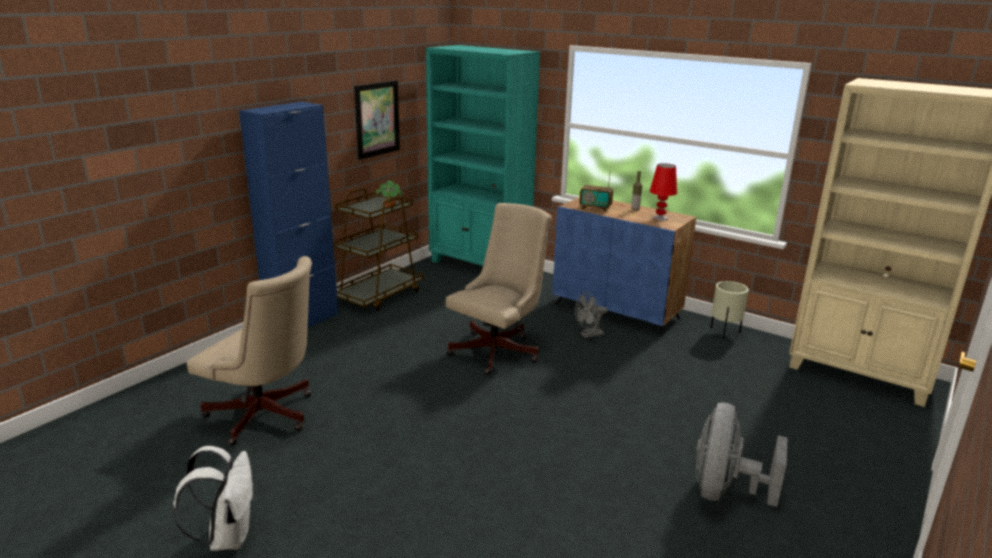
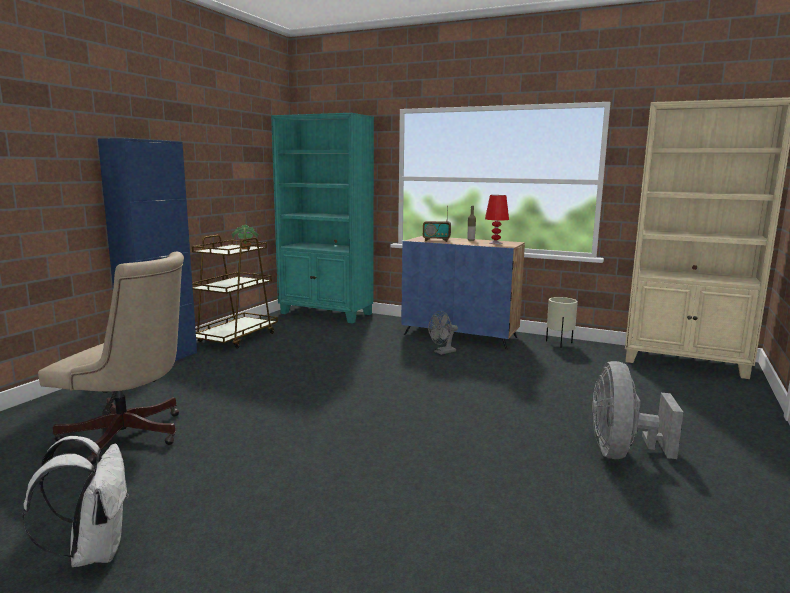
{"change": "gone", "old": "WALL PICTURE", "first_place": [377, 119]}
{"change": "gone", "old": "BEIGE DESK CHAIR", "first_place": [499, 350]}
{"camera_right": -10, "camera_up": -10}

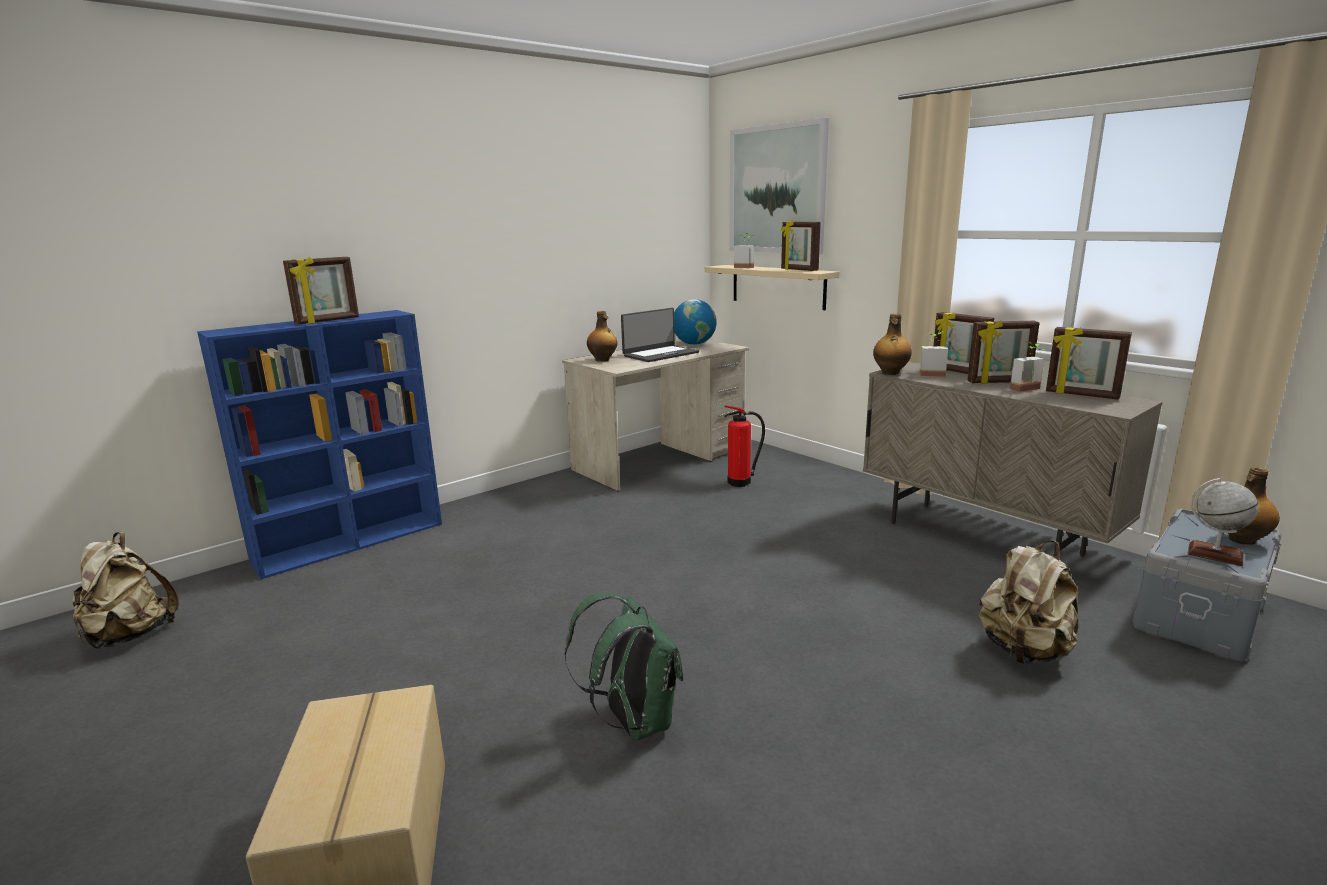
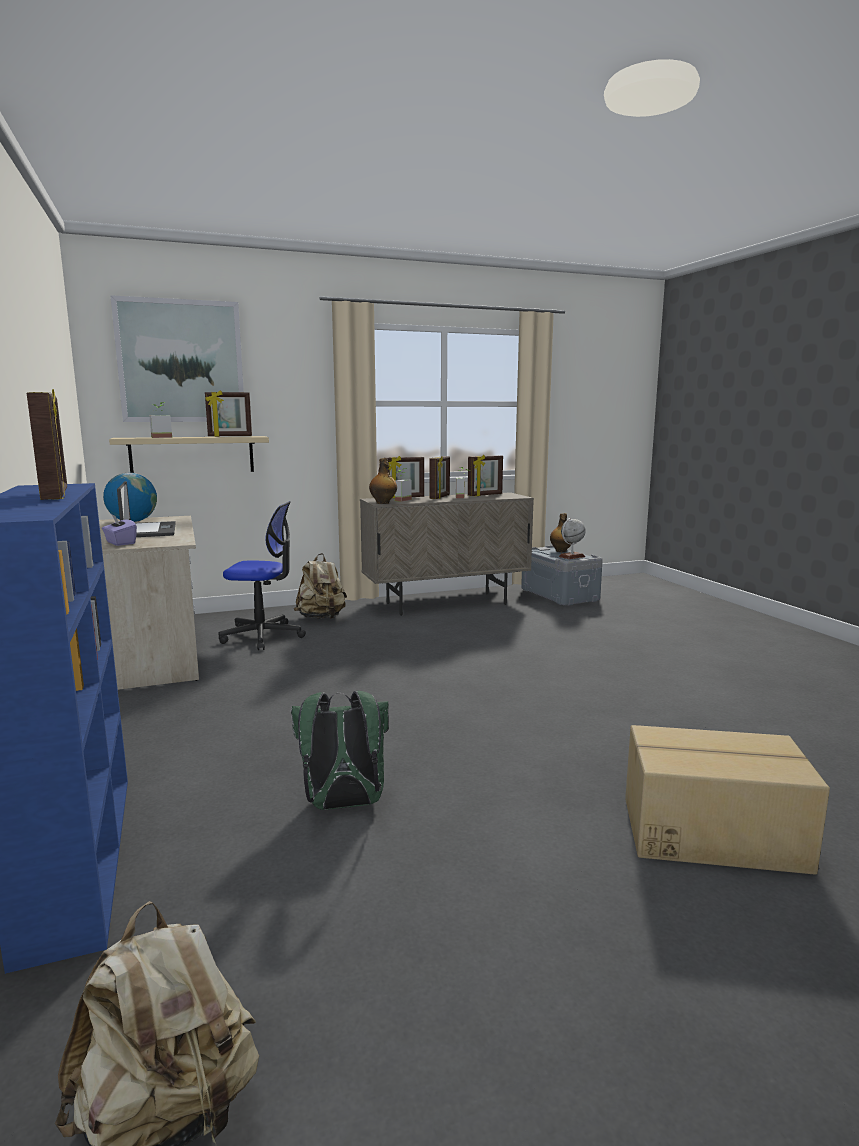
{"change": "swapped", "old": "DRINK BOTTLE", "new": "PURPLE TISSUE BOX", "first_place": [603, 360], "second_place": [120, 543]}
{"change": "swapped", "old": "FIRE-FIGHTING CYLINDER", "new": "DESK CHAIR", "first_place": [741, 482], "second_place": [263, 636]}
{"change": "shifted", "old": "GREEN RUCKSACK", "first_place": [633, 721], "second_place": [343, 804]}
{"change": "shifted", "old": "BEIGE RUCKSACK", "first_place": [1024, 651], "second_place": [322, 618]}
{"camera_right": -70, "camera_up": -5}

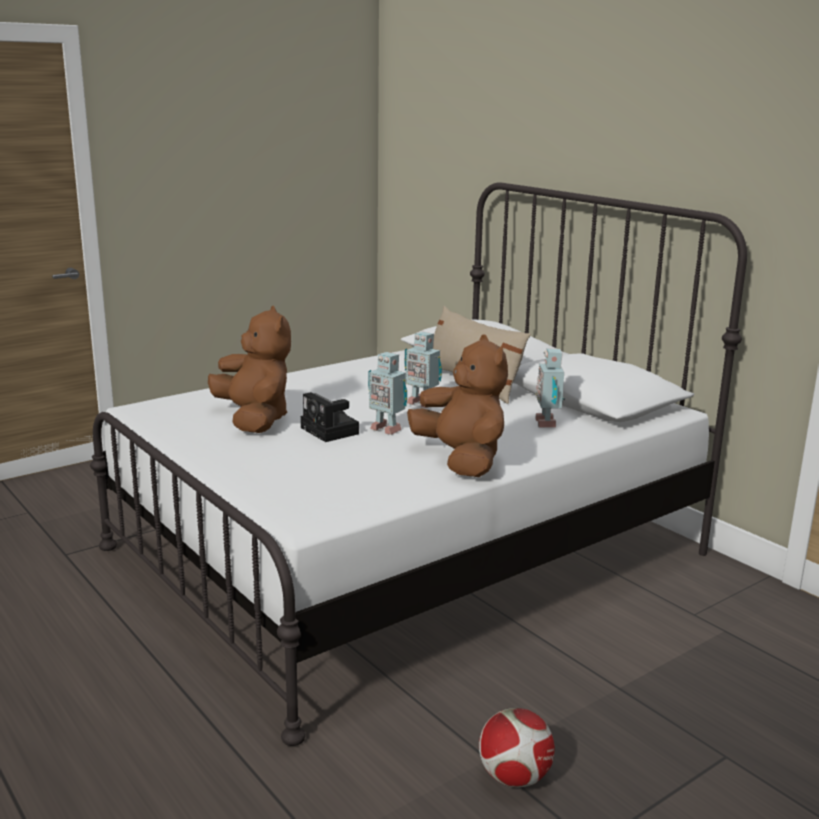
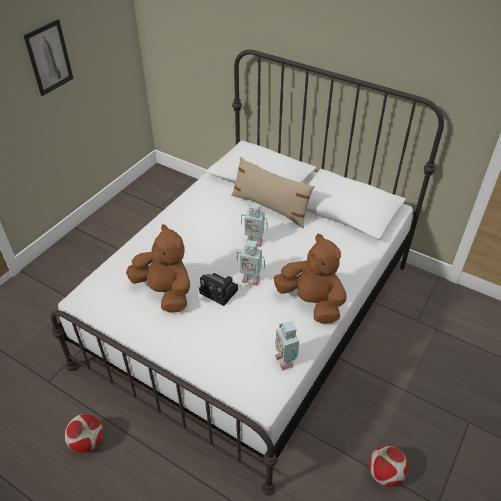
{"change": "new", "new": "WALL PICTURE", "second_place": [49, 58]}
{"change": "new", "new": "FOOTBALL BALL", "second_place": [87, 441]}
{"change": "shifted", "old": "MODEL ROBOT", "first_place": [548, 423], "second_place": [285, 360]}
{"camera_right": -20, "camera_up": 25}

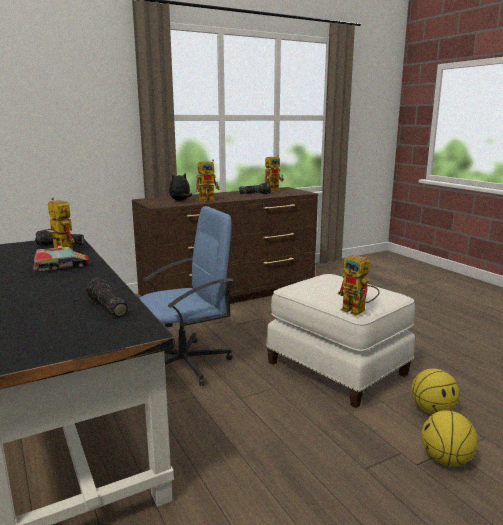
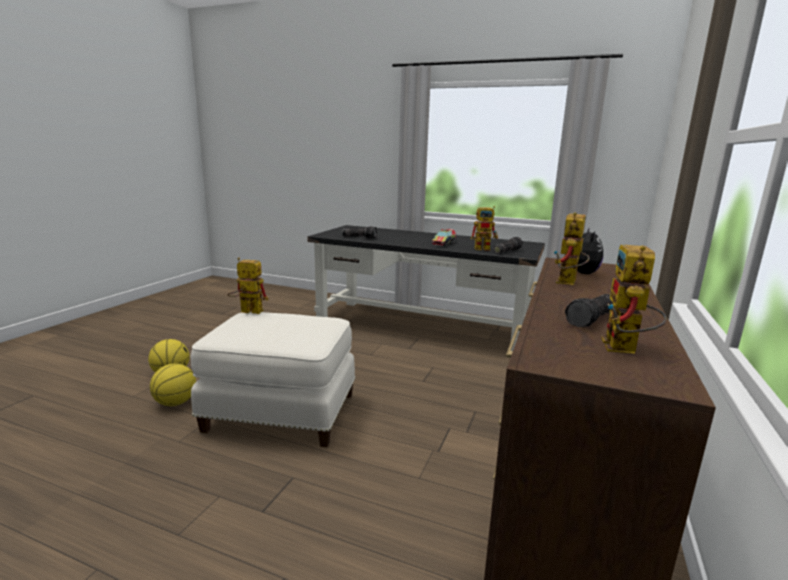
{"change": "gone", "old": "BLUISH DESK CHAIR", "first_place": [185, 363]}
{"camera_right": 140, "camera_up": 0}

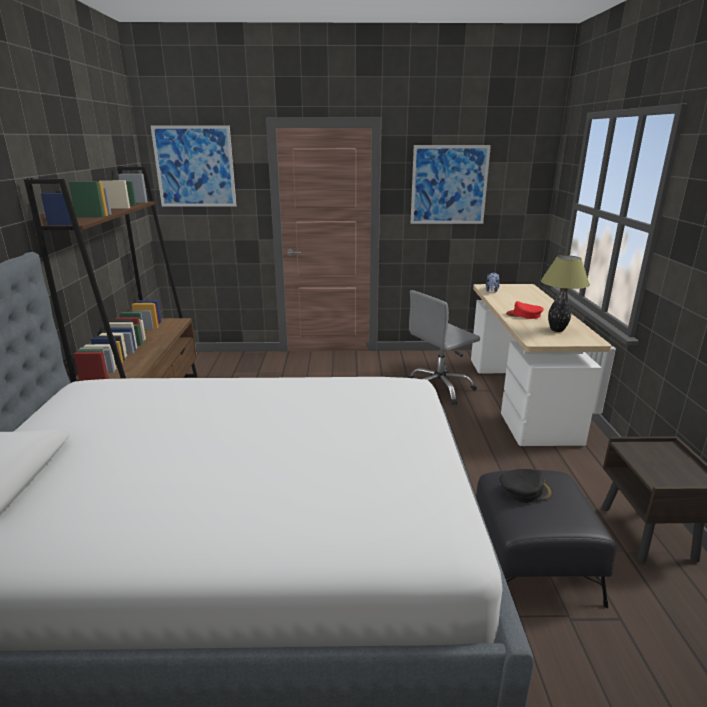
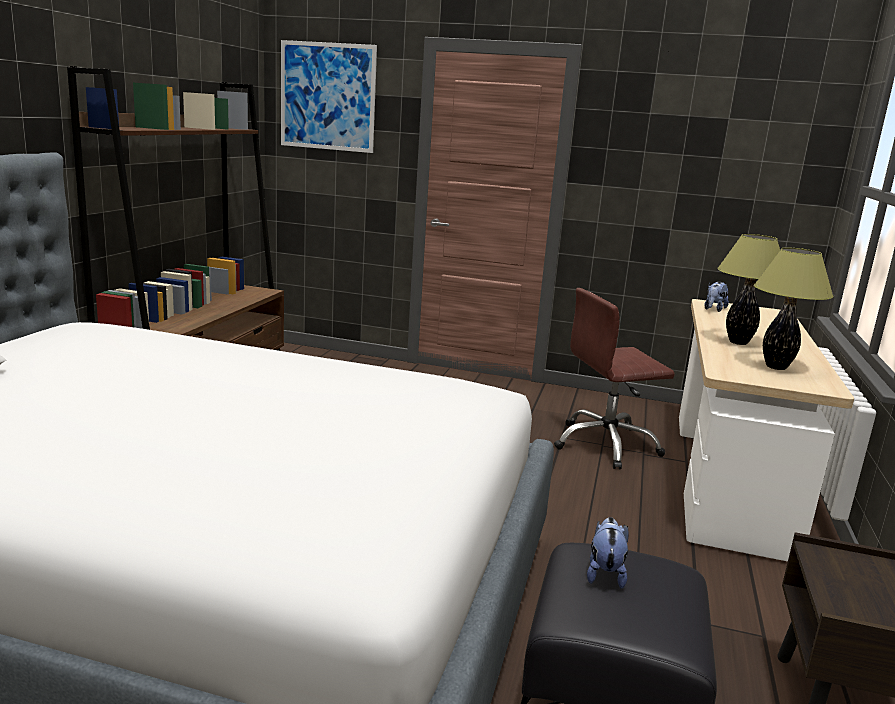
{"change": "repainted", "old": "GRAY DESK CHAIR", "new": "BROWN DESK CHAIR", "first_place": [439, 389], "second_place": [606, 445]}
{"change": "swapped", "old": "BLACK PEAKED CAP", "new": "CUDDLY TOY", "first_place": [525, 490], "second_place": [605, 573]}
{"change": "swapped", "old": "REDDISH PEAKED CAP", "new": "LAMP FOR A TABLE", "first_place": [524, 315], "second_place": [738, 342]}
{"change": "gone", "old": "WALL PICTURE", "first_place": [449, 185]}
{"camera_right": 15, "camera_up": -5}

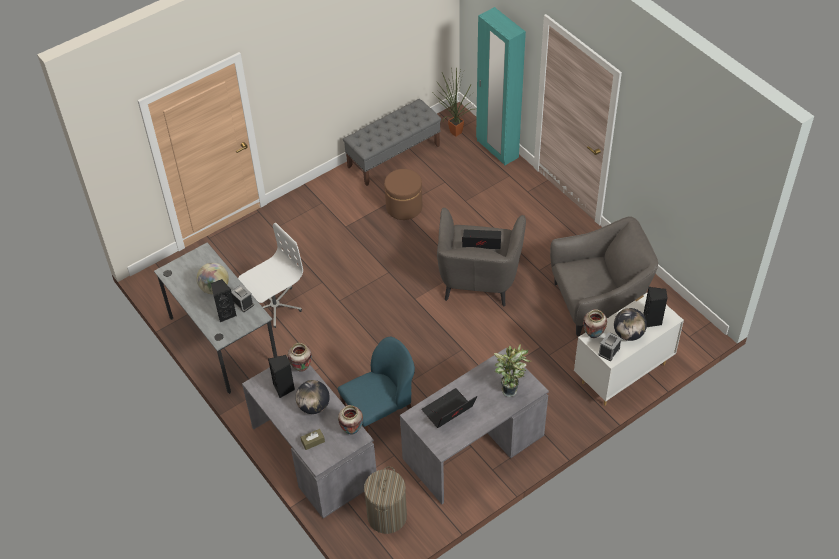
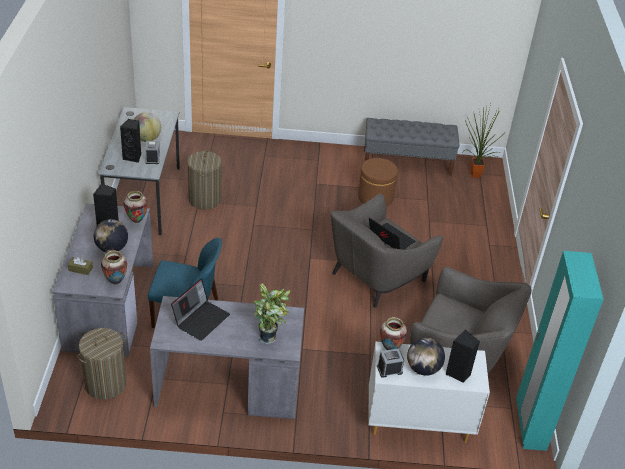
{"change": "rotated", "old": "NOTEBOOK COMPUTER", "first_place": [448, 412], "second_place": [201, 319], "degrees": 120}
{"change": "swapped", "old": "WHITISH DESK CHAIR", "new": "HAMPER", "first_place": [274, 306], "second_place": [205, 199]}
{"change": "shifted", "old": "TURQUOISE-COLOURED WARDROBE", "first_place": [497, 149], "second_place": [530, 425]}
{"camera_right": 35, "camera_up": -10}

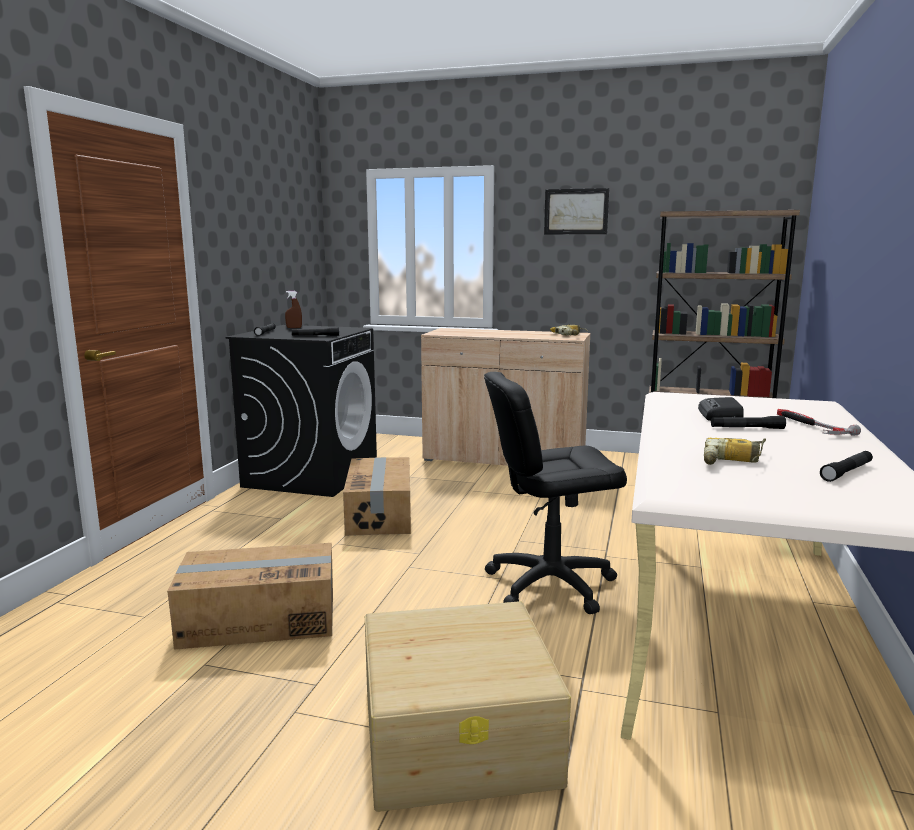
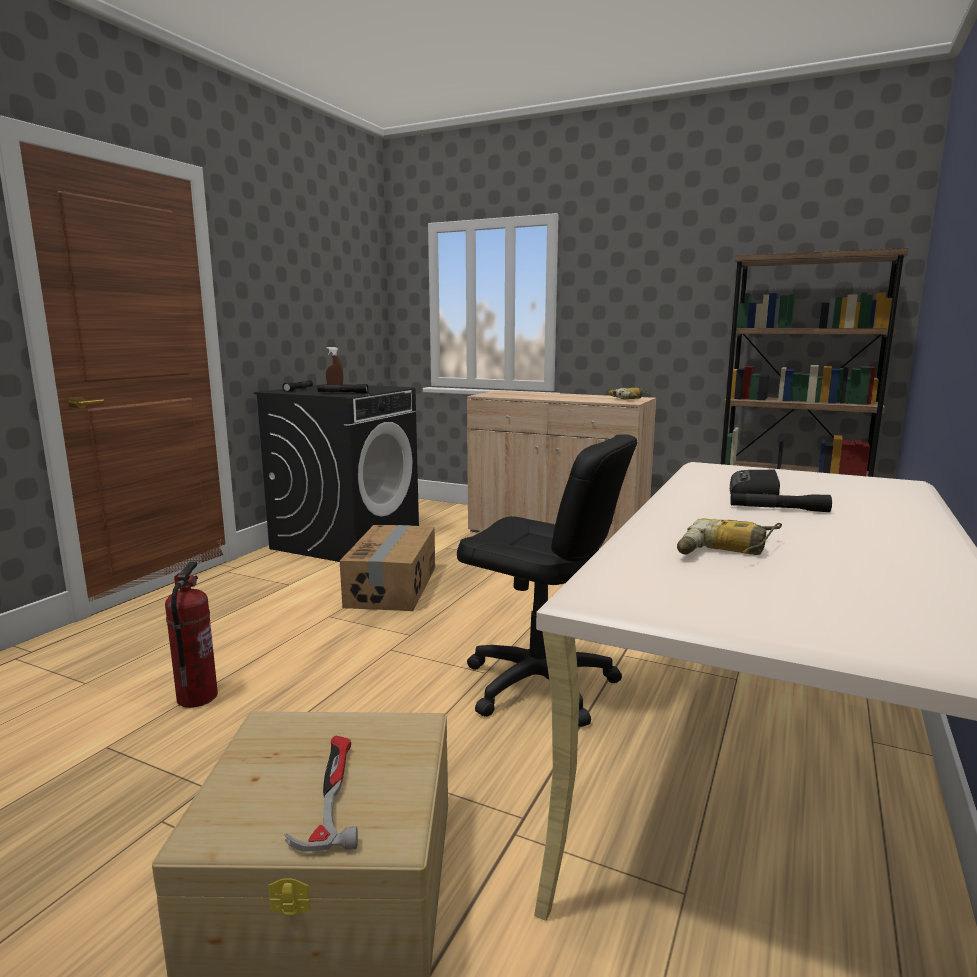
{"change": "swapped", "old": "PACKING BOX", "new": "FIRE-FIGHTING CYLINDER", "first_place": [259, 619], "second_place": [196, 697]}
{"change": "shifted", "old": "HAND HAMMER", "first_place": [809, 426], "second_place": [329, 795]}
{"change": "rotated", "old": "BLACK DESK CHAIR", "first_place": [550, 584], "second_place": [540, 685], "degrees": -150}
{"change": "gone", "old": "WALL PICTURE", "first_place": [576, 211]}
{"change": "gone", "old": "BLACK FLASHLIGHT", "first_place": [847, 472]}
{"camera_right": 10, "camera_up": 0}

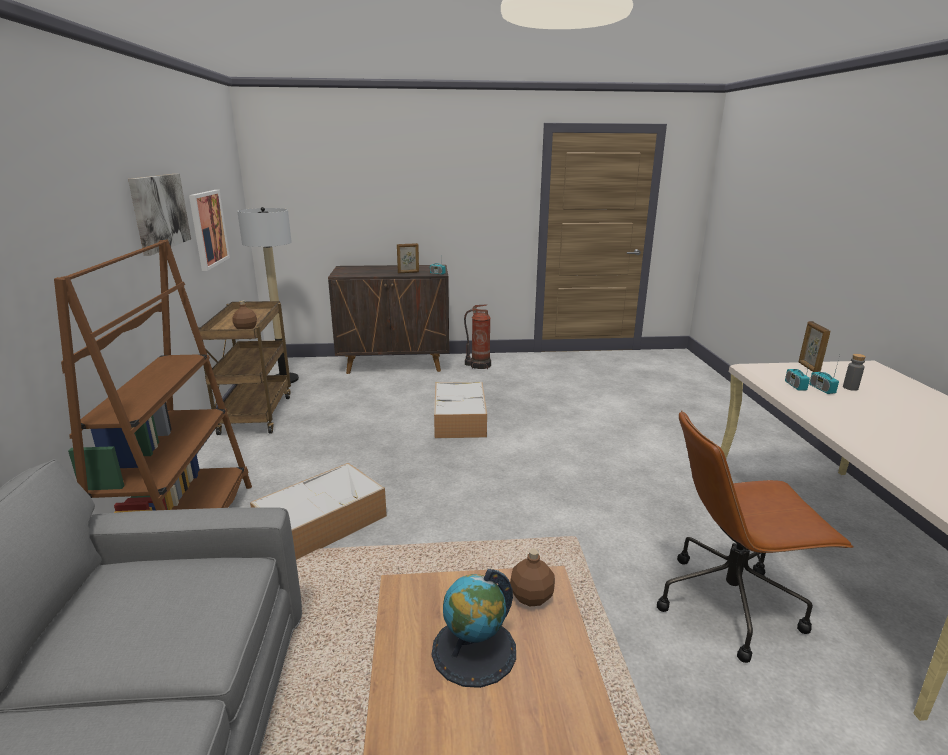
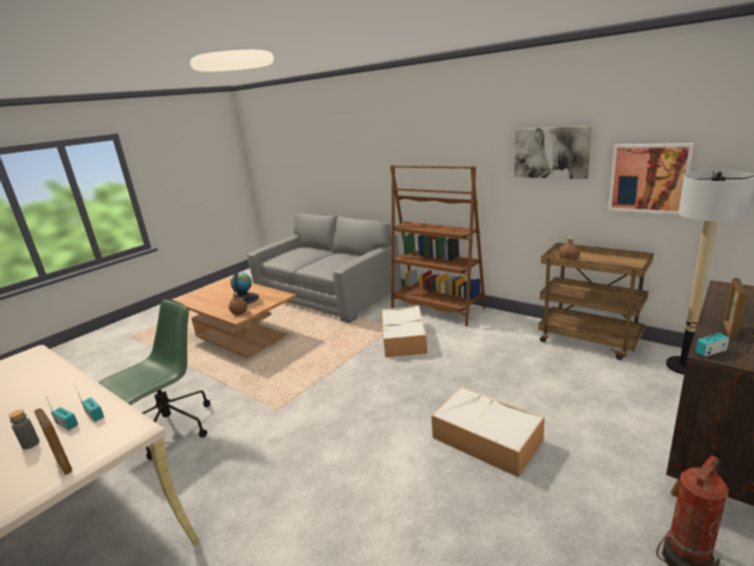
{"change": "repainted", "old": "BROWN DESK CHAIR", "new": "GREEN DESK CHAIR", "first_place": [729, 604], "second_place": [170, 430]}
{"camera_right": 135, "camera_up": 0}

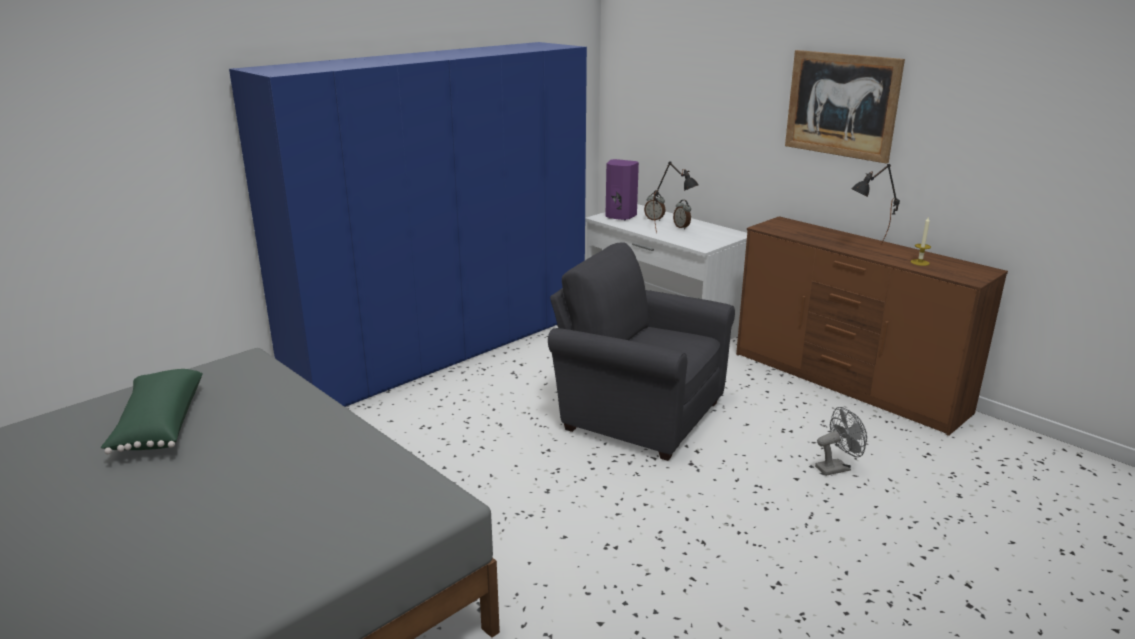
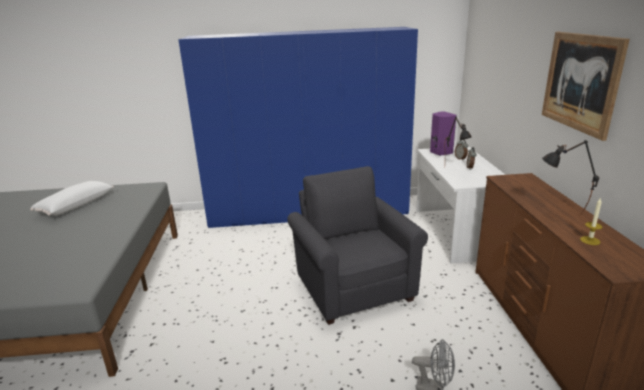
{"change": "repainted", "old": "GREEN CUSHION", "new": "WHITISH CUSHION", "first_place": [158, 425], "second_place": [75, 205]}
{"camera_right": 40, "camera_up": 0}

